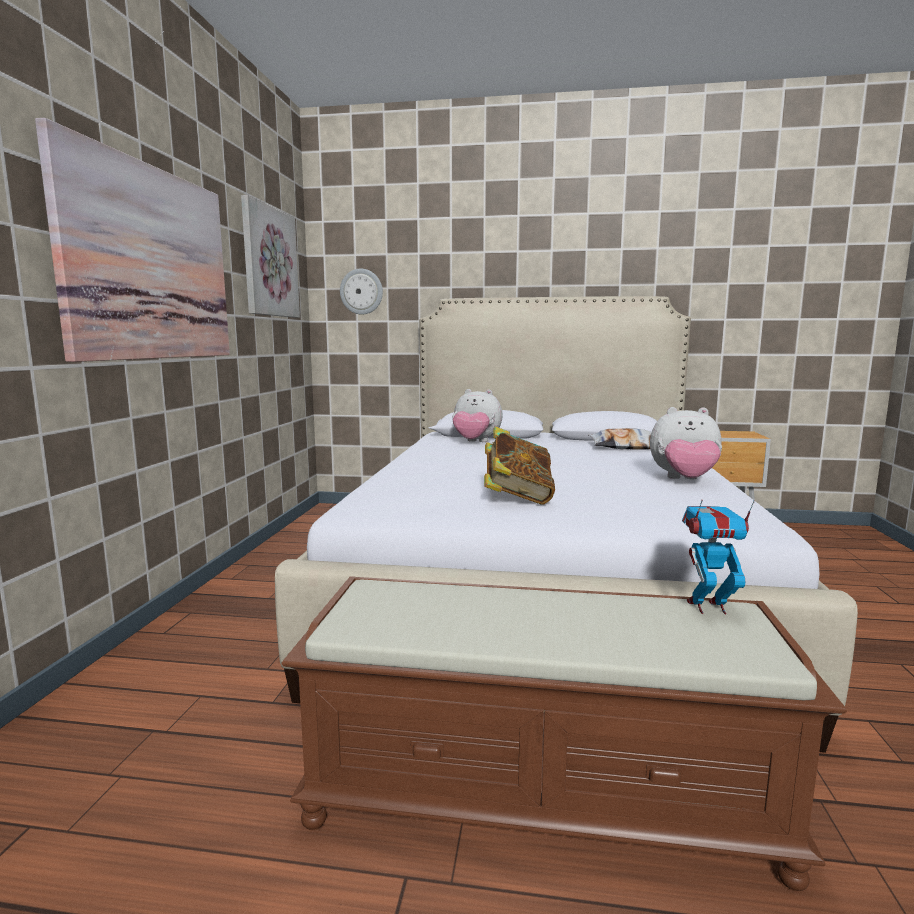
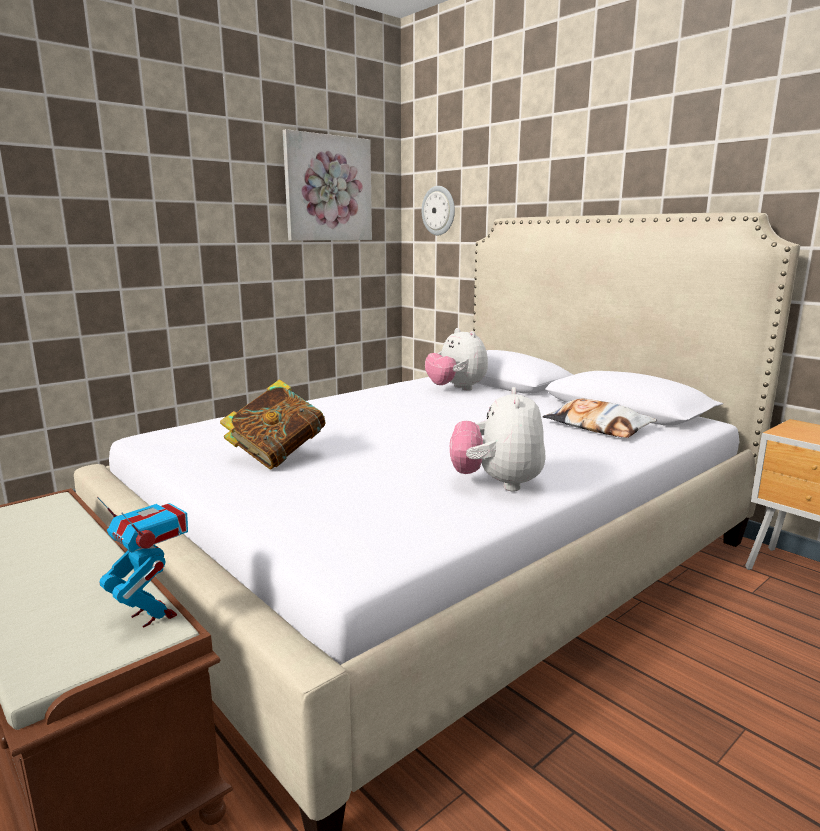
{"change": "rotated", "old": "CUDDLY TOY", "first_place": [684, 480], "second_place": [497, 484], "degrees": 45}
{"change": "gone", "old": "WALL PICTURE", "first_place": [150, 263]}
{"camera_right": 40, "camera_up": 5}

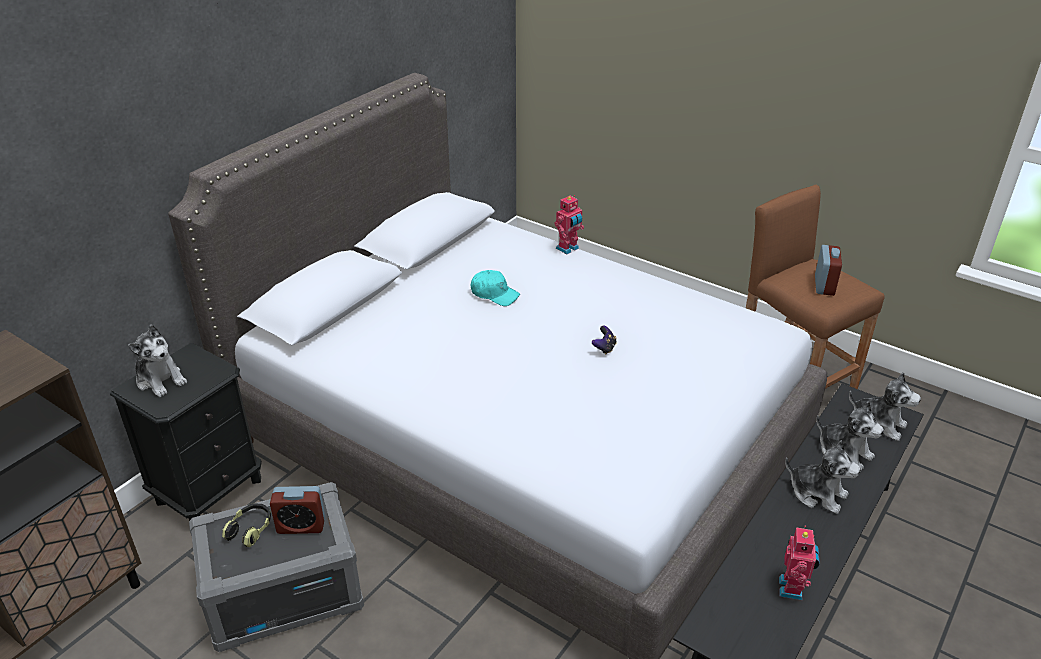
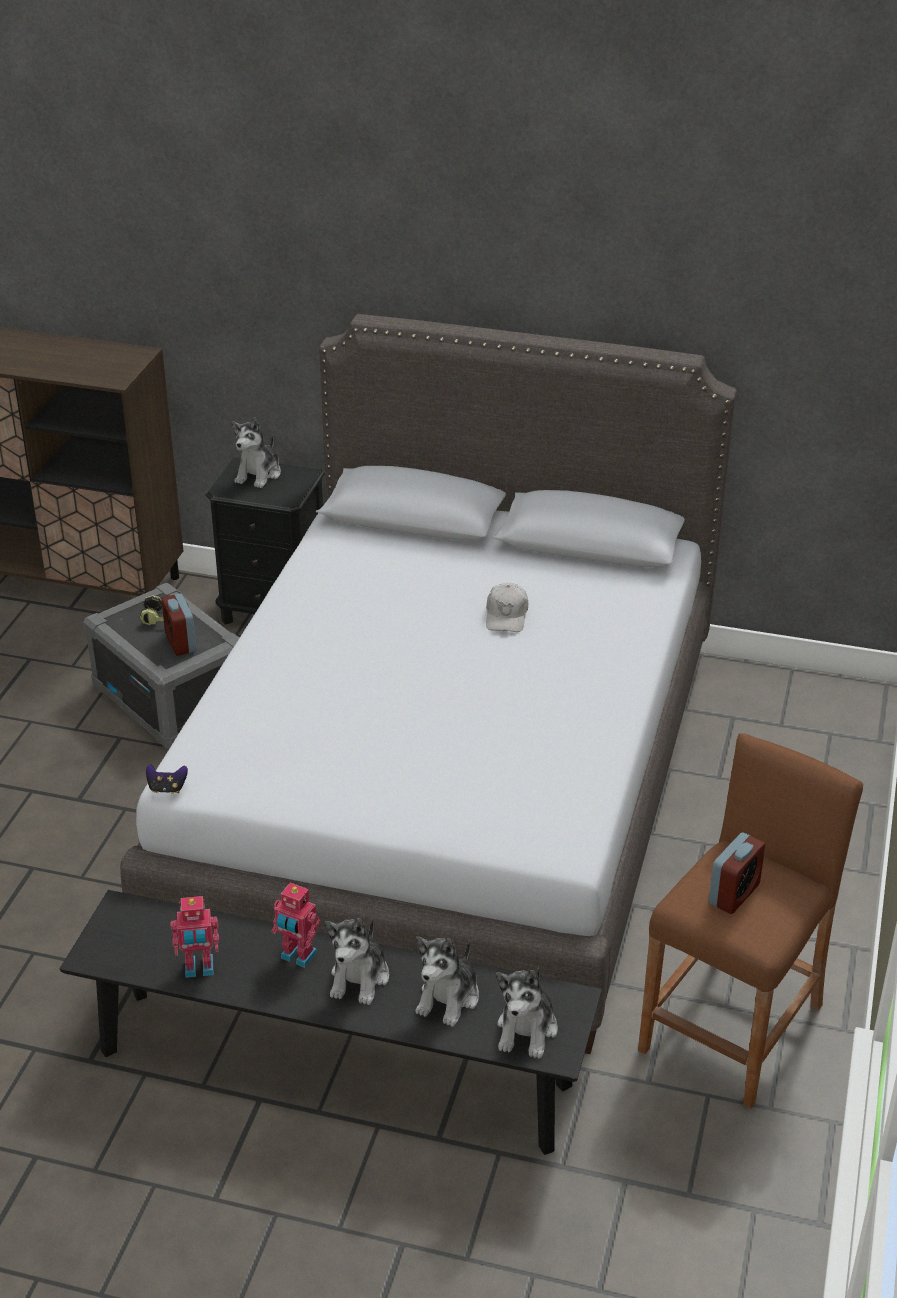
{"change": "shifted", "old": "GAME CONTROLLER", "first_place": [604, 348], "second_place": [167, 789]}
{"change": "shifted", "old": "MODEL ROBOT", "first_place": [568, 249], "second_place": [297, 956]}
{"change": "repainted", "old": "TURQUOISE-COLOURED PEAKED CAP", "new": "WHITISH PEAKED CAP", "first_place": [494, 294], "second_place": [506, 615]}
{"change": "rotated", "old": "ALARM CLOCK", "first_place": [824, 285], "second_place": [734, 894], "degrees": -45}
{"camera_right": 70, "camera_up": 0}

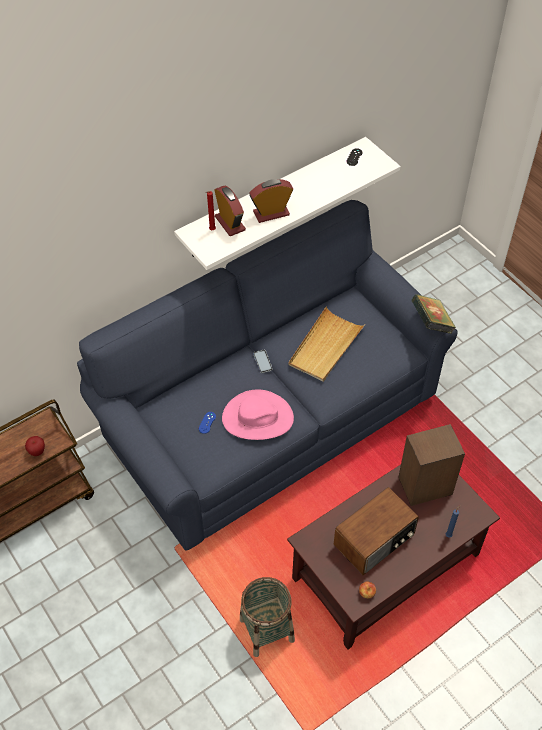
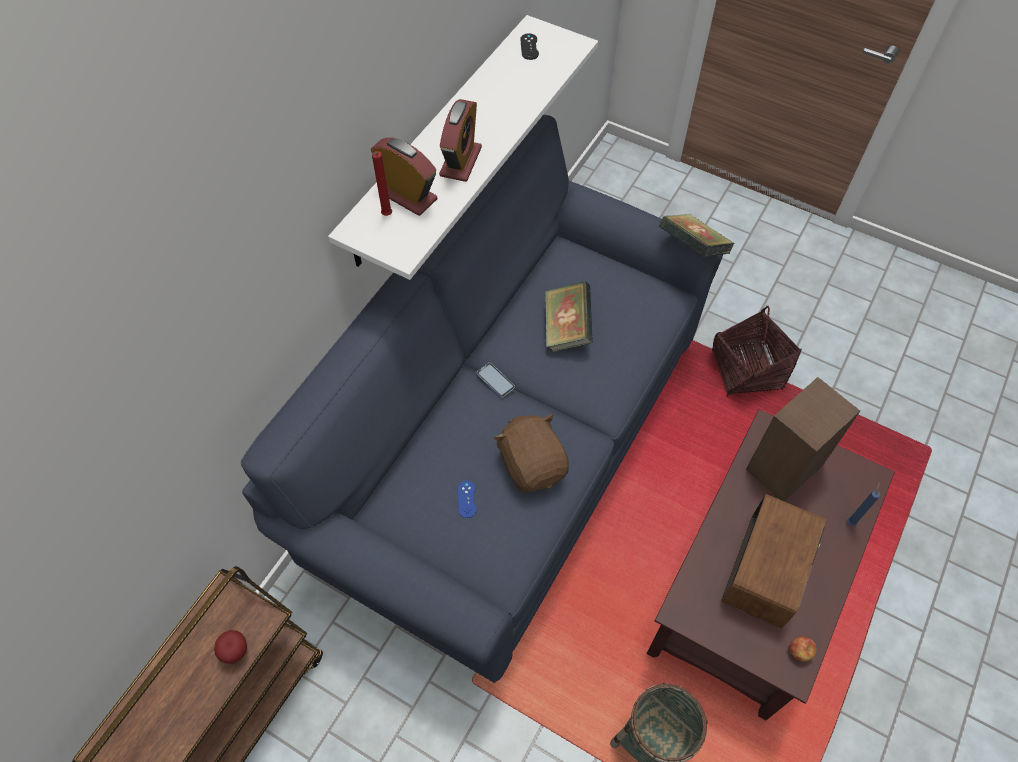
{"change": "rotated", "old": "ALARM CLOCK", "first_place": [271, 213], "second_place": [460, 162], "degrees": 150}
{"change": "swapped", "old": "PINKISH CLOTHING HAT", "new": "BROWN CUDDLY TOY", "first_place": [257, 418], "second_place": [532, 464]}
{"change": "swapped", "old": "BEIGE SERVING TRAY", "new": "VOLUME", "first_place": [325, 347], "second_place": [567, 329]}
{"change": "new", "new": "STORAGE BASKET", "second_place": [746, 369]}
{"camera_right": -25, "camera_up": 5}

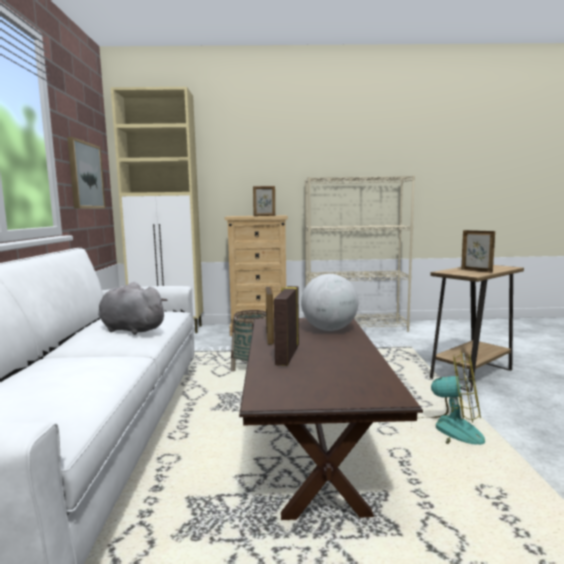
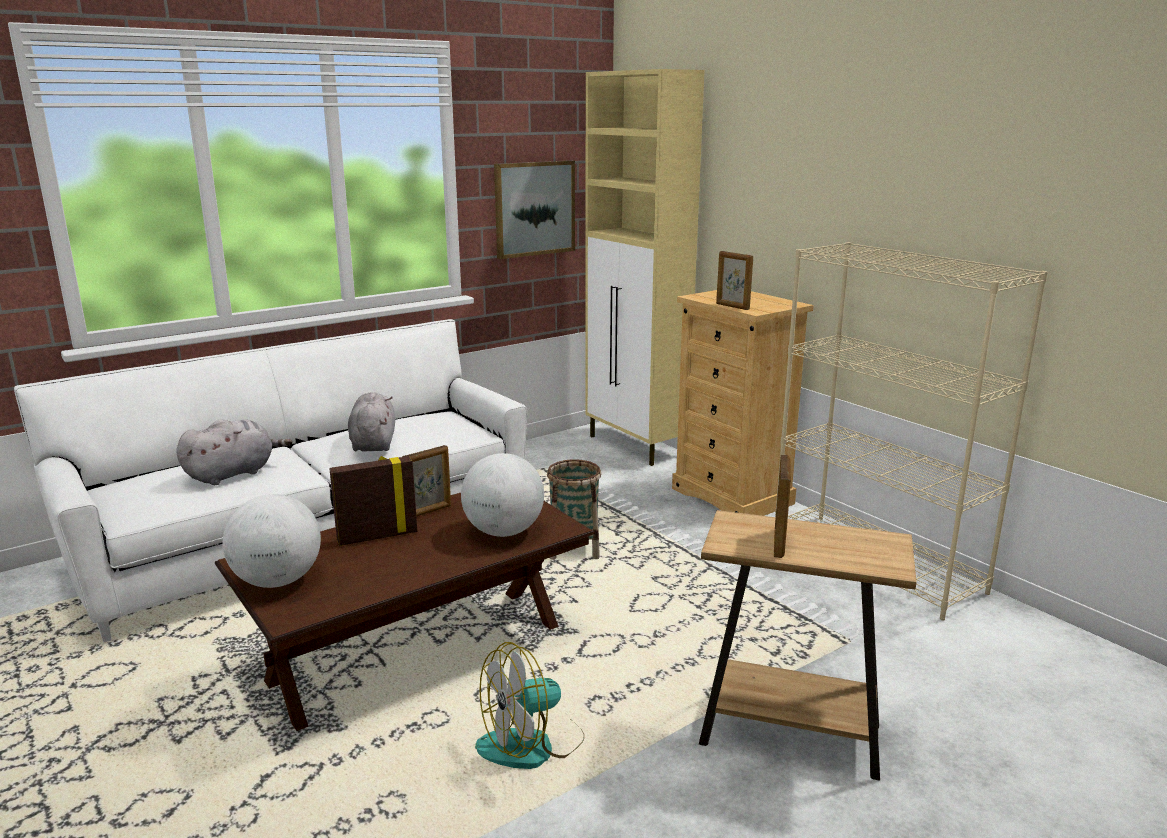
{"change": "new", "new": "GRAY CUDDLY TOY", "second_place": [233, 473]}
{"change": "new", "new": "WORLD GLOBE", "second_place": [277, 581]}
{"change": "rotated", "old": "ELECTRIC FAN", "first_place": [446, 431], "second_place": [532, 744], "degrees": 75}
{"camera_right": 55, "camera_up": 10}

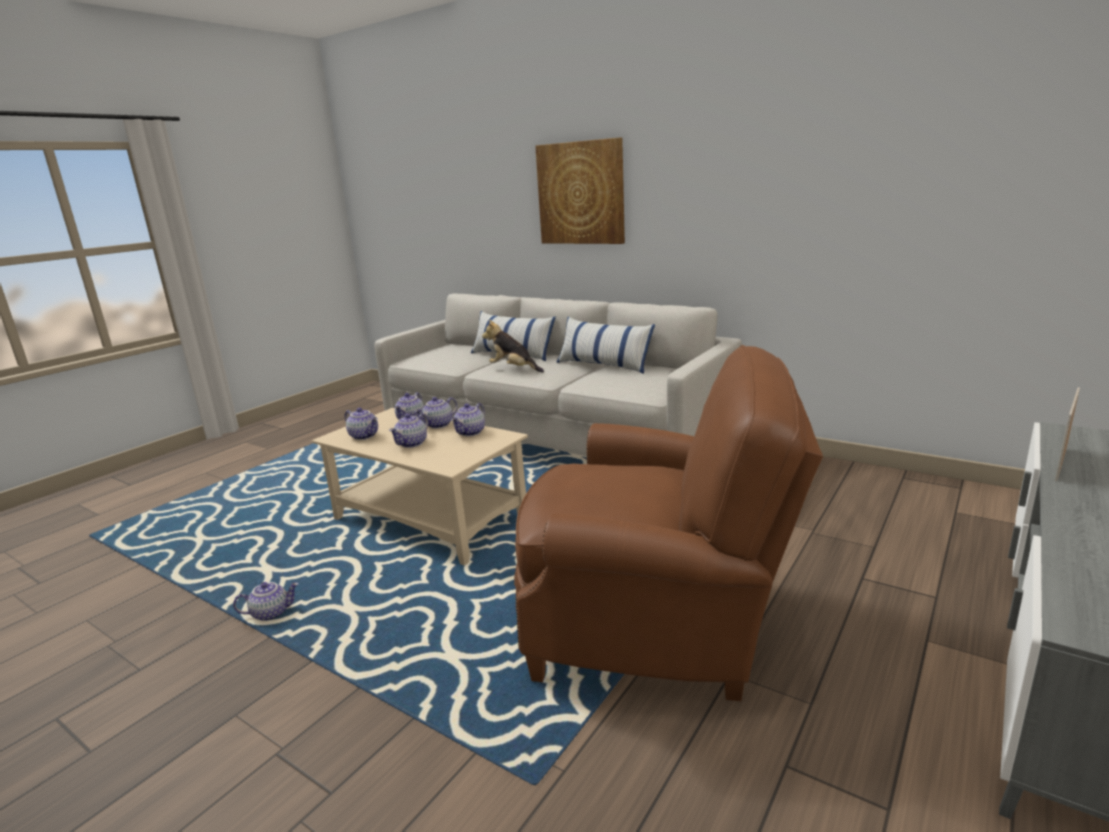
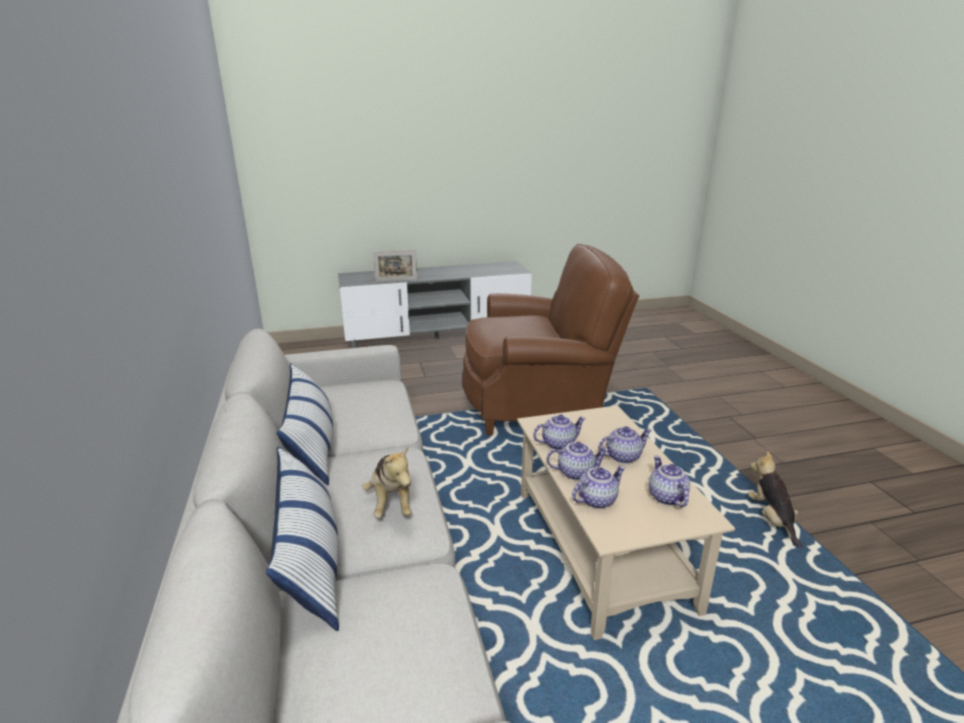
{"change": "rotated", "old": "BROWN LOUNGE CHAIR", "first_place": [656, 623], "second_place": [538, 403], "degrees": 120}
{"change": "swapped", "old": "TEAPOT", "new": "CUDDLY TOY", "first_place": [271, 613], "second_place": [771, 519]}
{"change": "gone", "old": "WALL PICTURE", "first_place": [581, 193]}
{"camera_right": -140, "camera_up": 5}

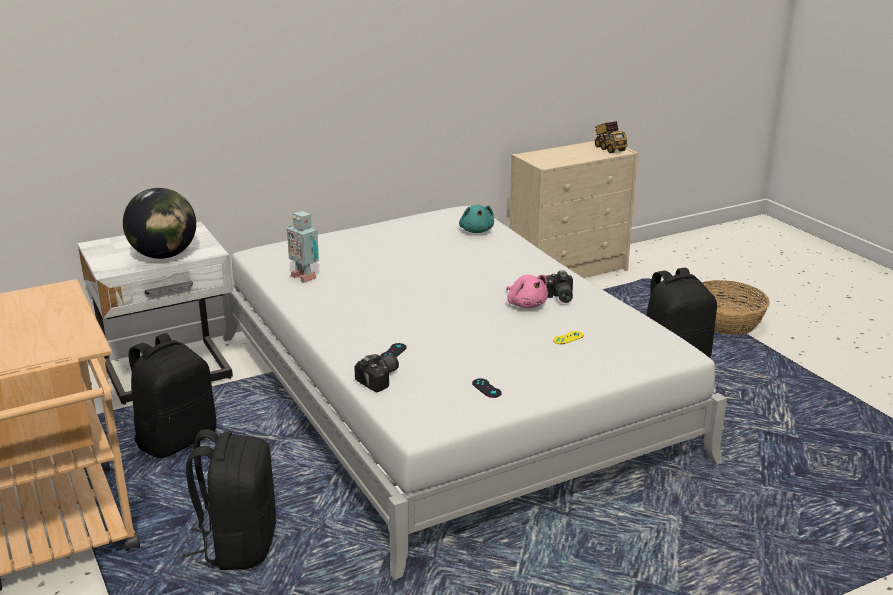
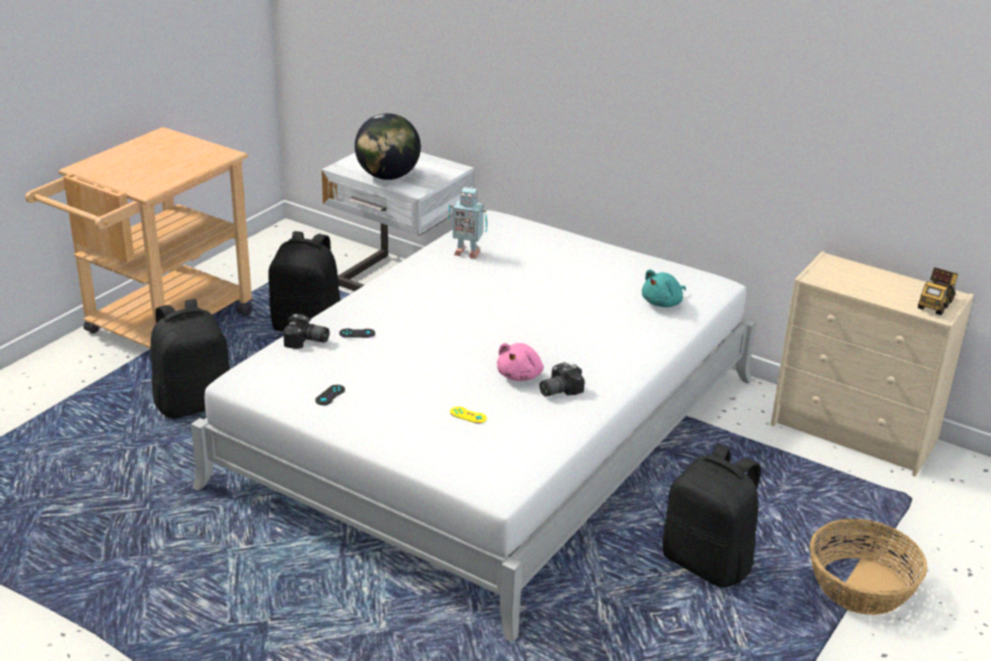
{"change": "rotated", "old": "MODEL ROBOT", "first_place": [305, 276], "second_place": [466, 252], "degrees": -90}
{"camera_right": 60, "camera_up": 5}

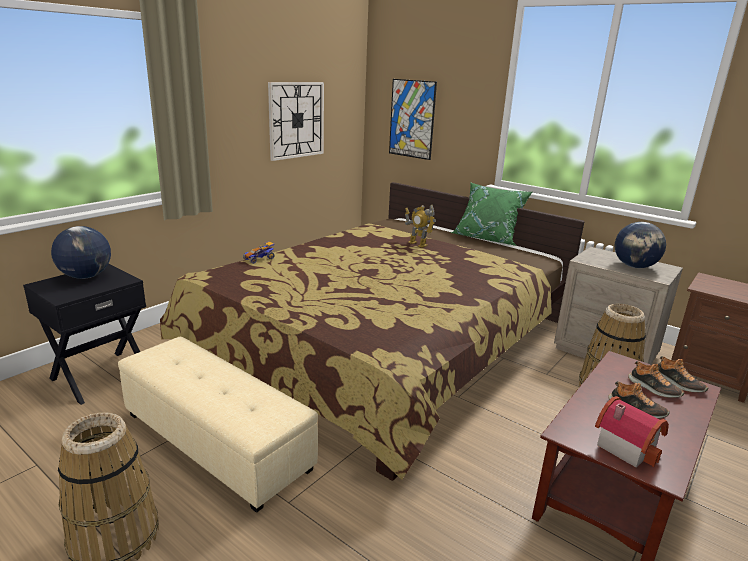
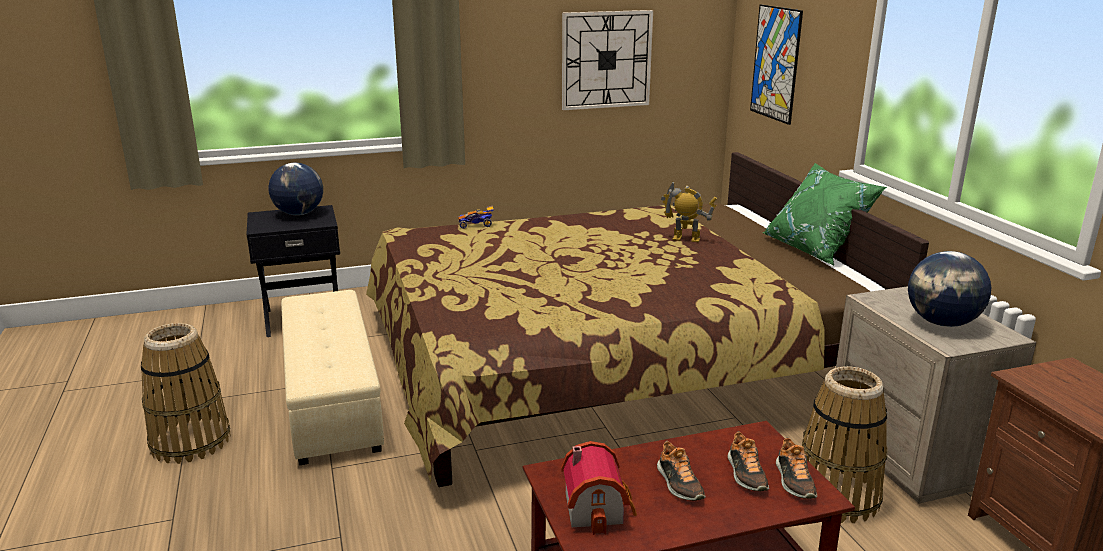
{"change": "rotated", "old": "MODEL ROBOT", "first_place": [417, 244], "second_place": [686, 239], "degrees": 120}
{"camera_right": 35, "camera_up": 0}

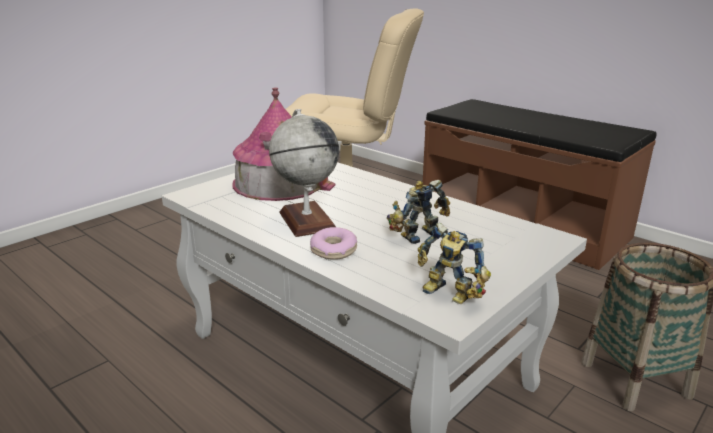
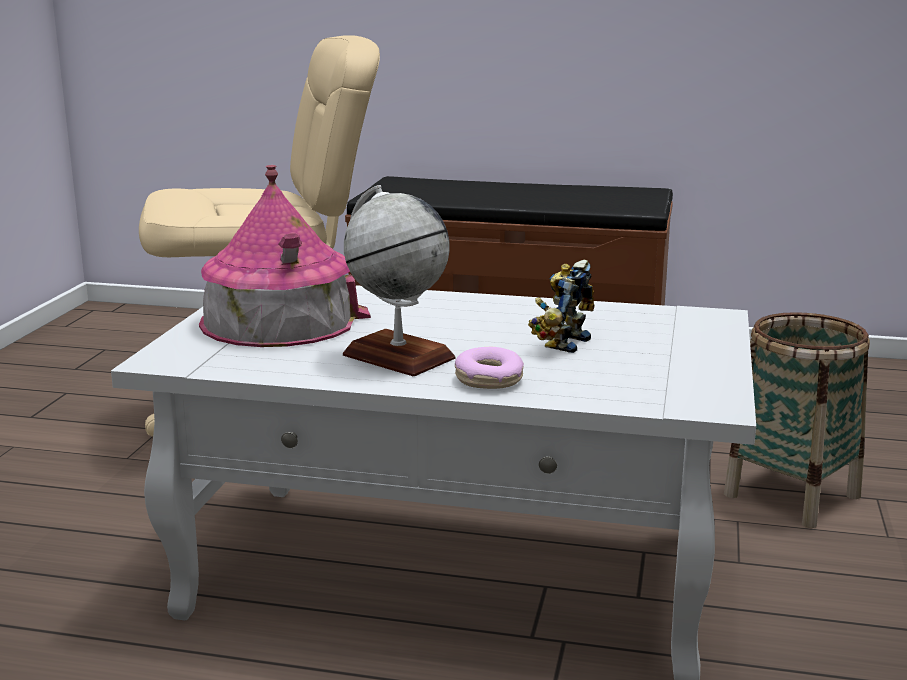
{"change": "gone", "old": "MODEL ROBOT", "first_place": [447, 295]}
{"camera_right": -30, "camera_up": -5}

